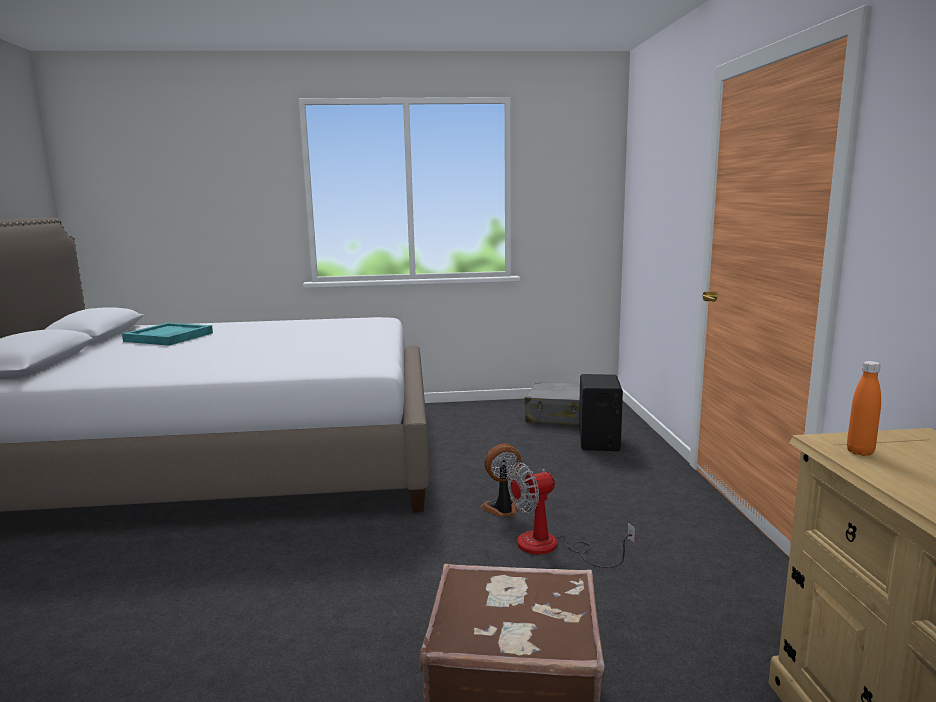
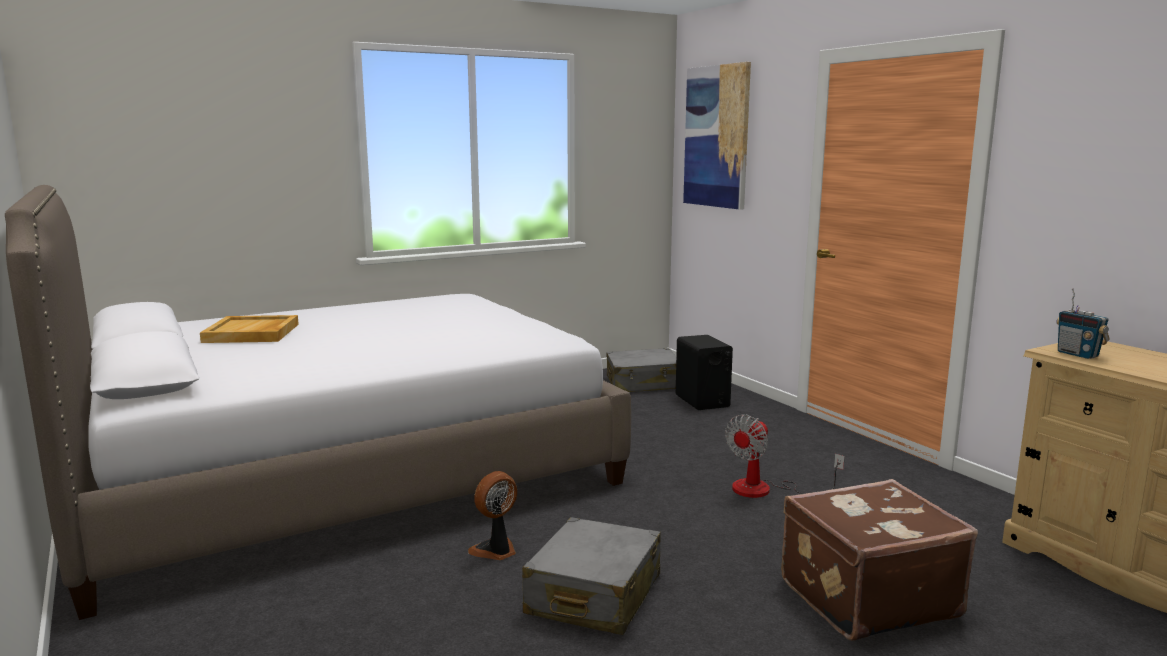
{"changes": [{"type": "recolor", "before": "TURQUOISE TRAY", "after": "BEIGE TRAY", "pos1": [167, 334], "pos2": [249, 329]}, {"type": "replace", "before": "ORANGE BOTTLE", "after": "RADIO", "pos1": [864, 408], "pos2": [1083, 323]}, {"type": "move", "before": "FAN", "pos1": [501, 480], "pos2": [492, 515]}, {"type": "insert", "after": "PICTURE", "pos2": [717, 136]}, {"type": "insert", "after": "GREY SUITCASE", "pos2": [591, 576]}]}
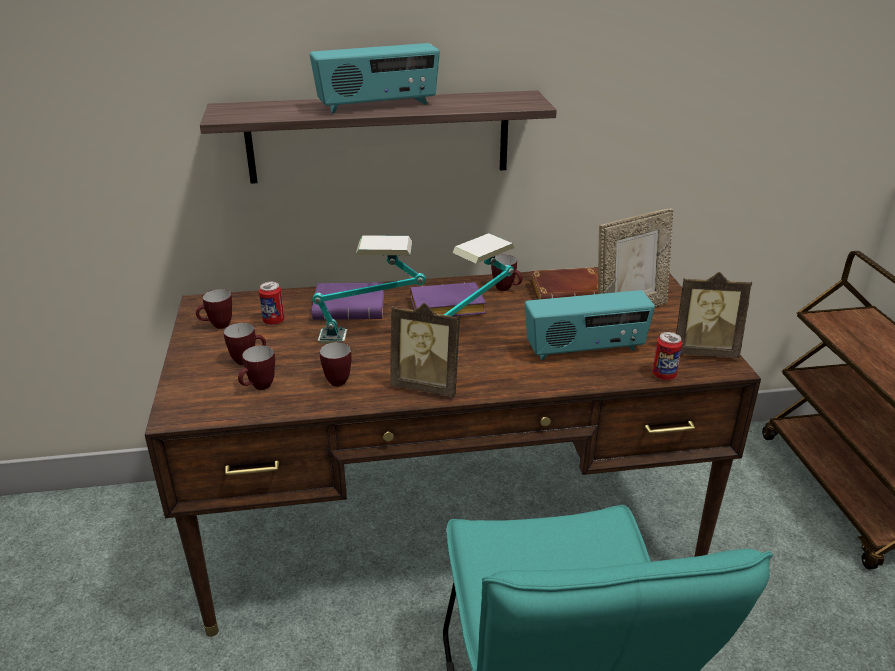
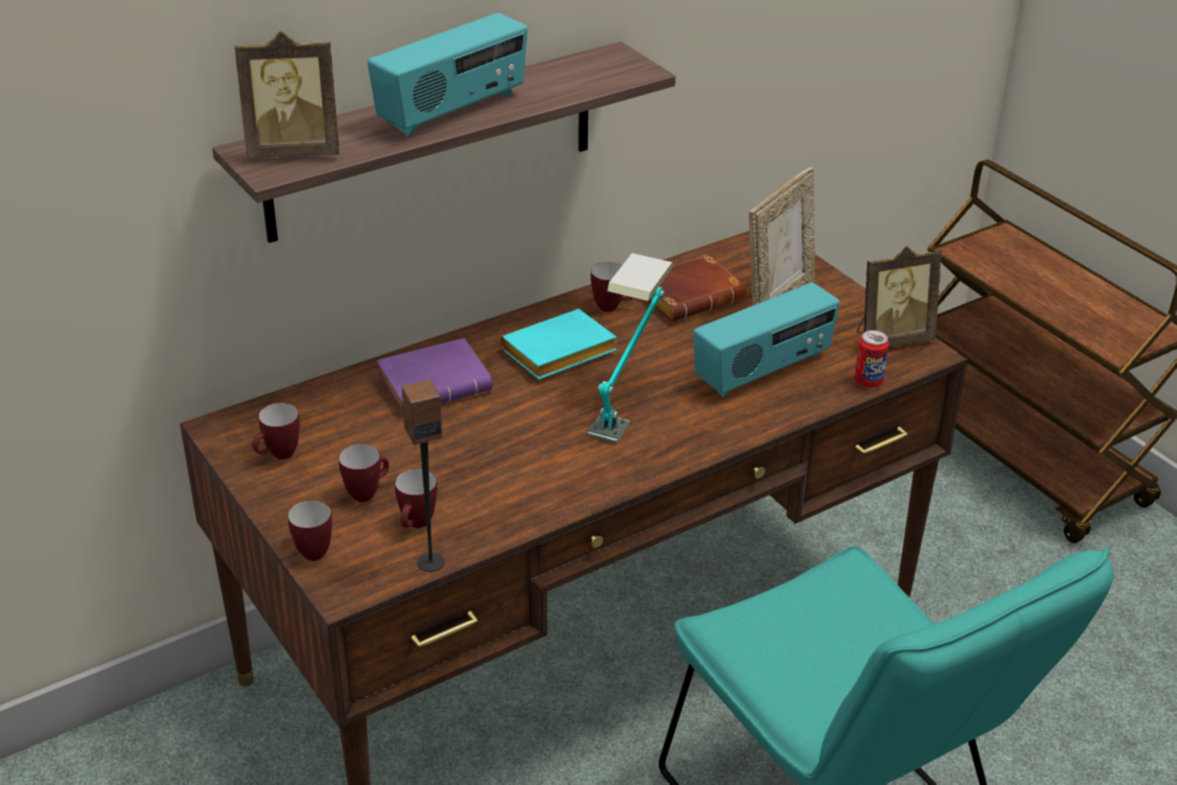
{"changes": [{"type": "delete", "before": "TABLE LAMP", "pos1": [369, 289]}, {"type": "delete", "before": "CAN", "pos1": [272, 303]}, {"type": "recolor", "before": "PURPLE BOOK", "after": "TURQUOISE BOOK", "pos1": [448, 299], "pos2": [559, 344]}, {"type": "move", "before": "PICTURE FRAME", "pos1": [425, 350], "pos2": [287, 95]}, {"type": "move", "before": "MUG", "pos1": [336, 364], "pos2": [310, 530]}, {"type": "insert", "after": "SPEAKER", "pos2": [423, 475]}]}
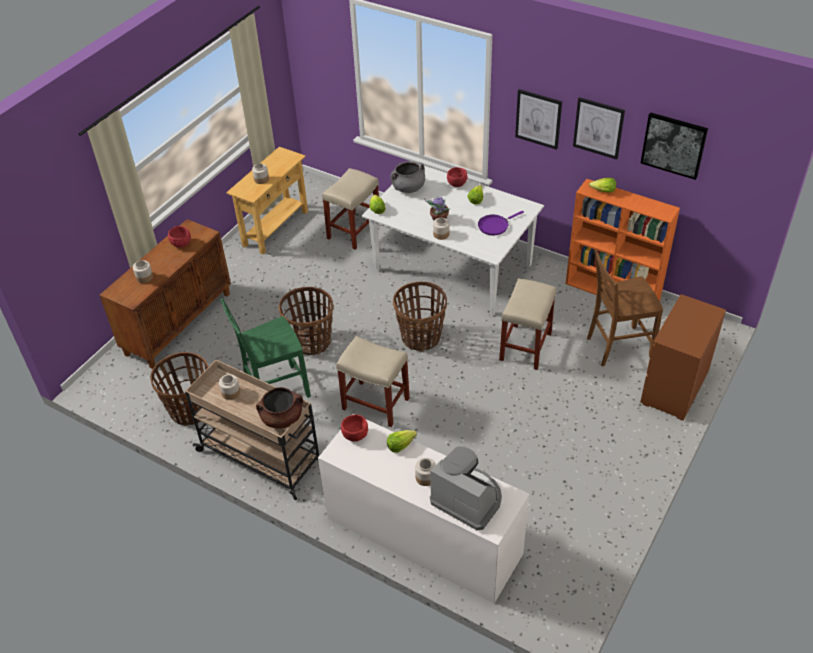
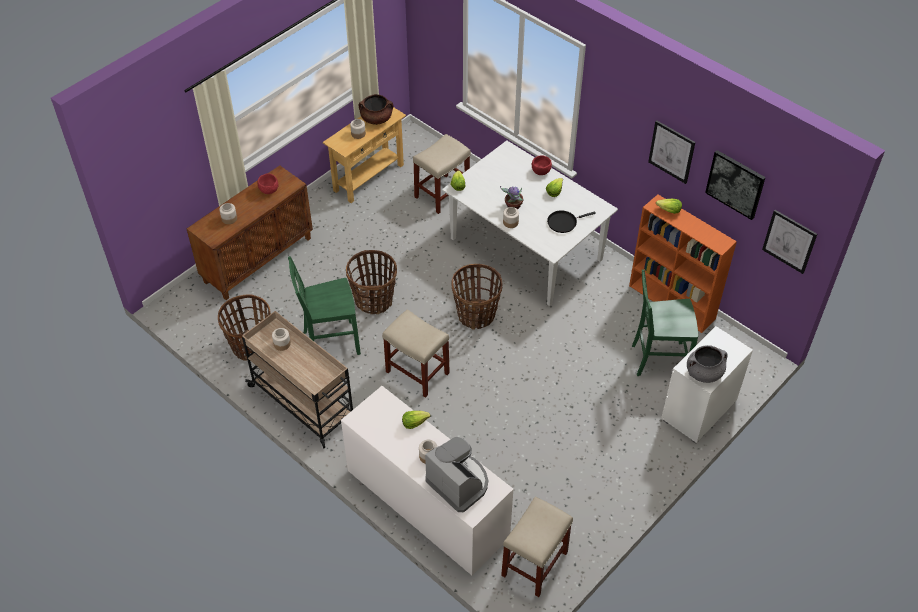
{"changes": [{"type": "move", "before": "PICTURE", "pos1": [538, 119], "pos2": [789, 242]}, {"type": "move", "before": "GREY COOKING POT", "pos1": [407, 177], "pos2": [707, 364]}, {"type": "recolor", "before": "PURPLE FRYING PAN", "after": "BLACK FRYING PAN", "pos1": [501, 223], "pos2": [571, 221]}, {"type": "recolor", "before": "BROWN CHAIR", "after": "GREEN CHAIR", "pos1": [625, 308], "pos2": [665, 323]}, {"type": "move", "before": "BEIGE STOOL", "pos1": [527, 324], "pos2": [537, 547]}, {"type": "recolor", "before": "BROWN DRESSER", "after": "WHITE DRESSER", "pos1": [683, 357], "pos2": [707, 385]}, {"type": "move", "before": "BROWN COOKING POT", "pos1": [279, 408], "pos2": [376, 109]}, {"type": "delete", "before": "RED BOWL", "pos1": [354, 427]}]}
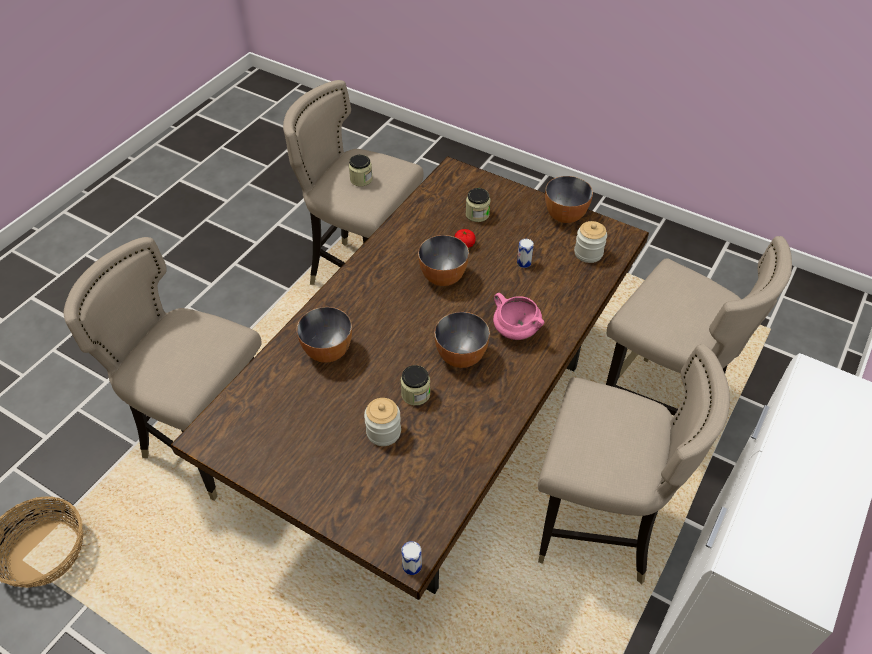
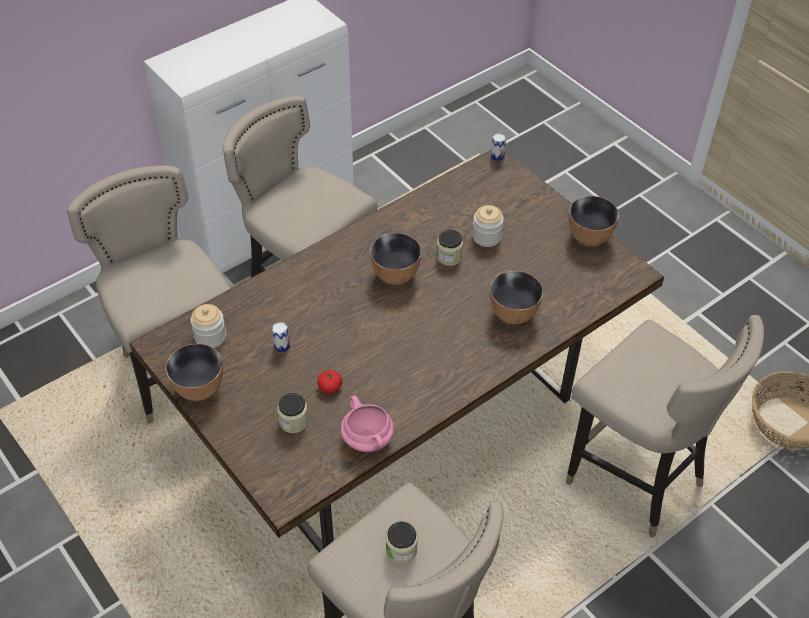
{"changes": [{"type": "move", "before": "BOWL", "pos1": [443, 260], "pos2": [594, 221]}, {"type": "move", "before": "PINK COOKING POT", "pos1": [518, 316], "pos2": [367, 423]}]}
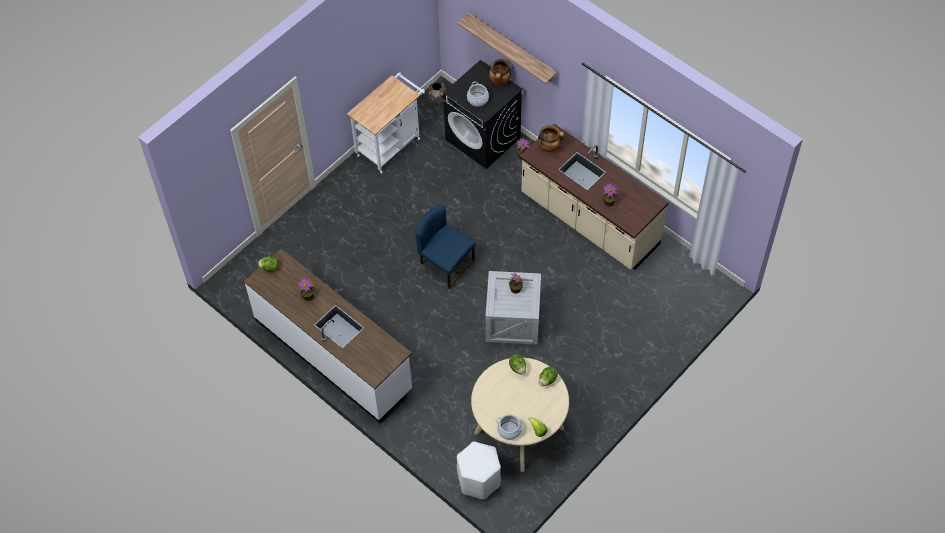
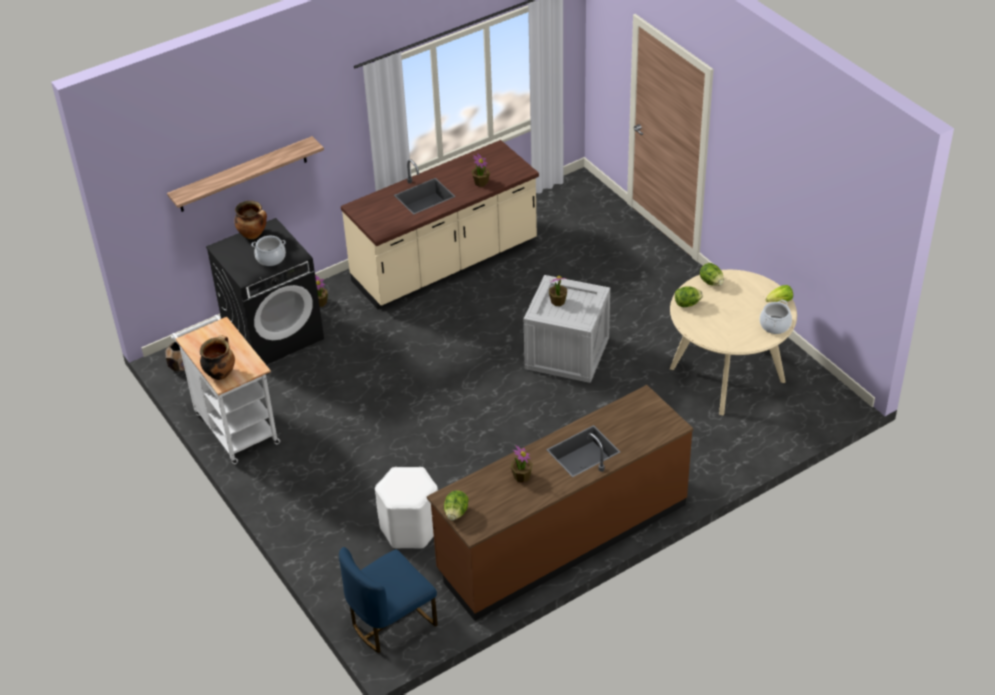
{"changes": [{"type": "move", "before": "COOKING POT", "pos1": [551, 138], "pos2": [217, 357]}, {"type": "move", "before": "BLUE CHAIR", "pos1": [446, 247], "pos2": [388, 600]}, {"type": "recolor", "before": "WHITE COUNTER", "after": "BROWN COUNTER", "pos1": [328, 336], "pos2": [560, 503]}, {"type": "move", "before": "WHITE STOOL", "pos1": [479, 470], "pos2": [406, 508]}]}
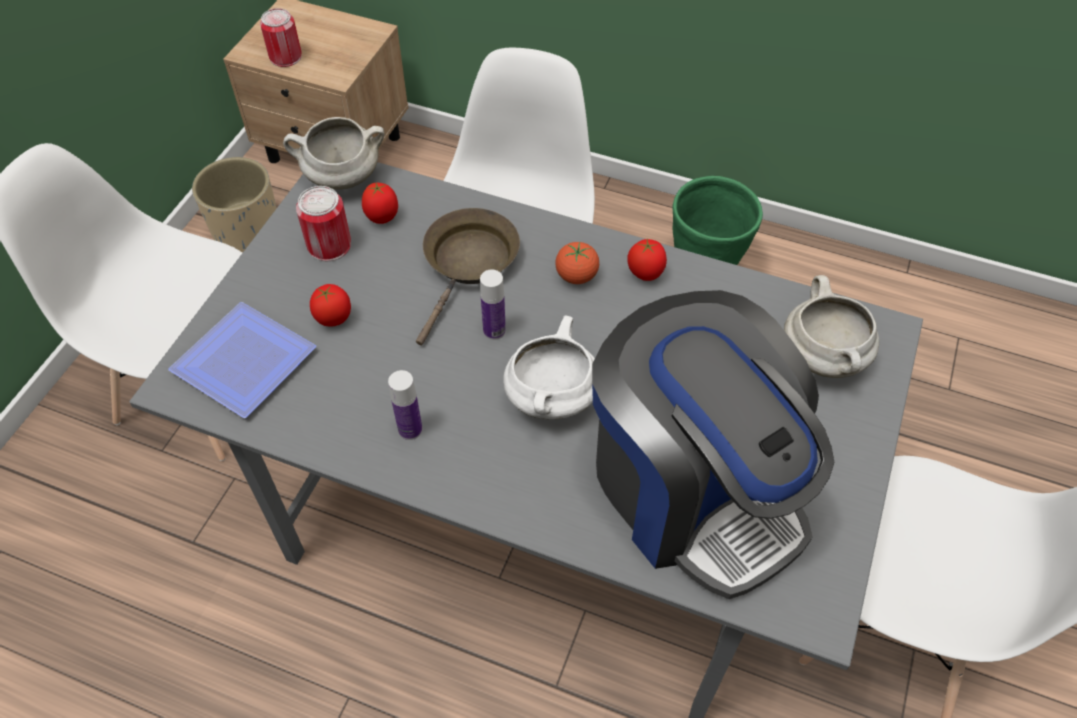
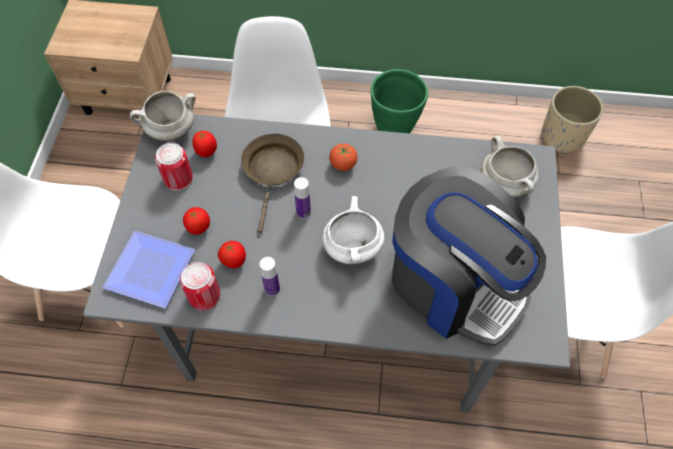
{"changes": [{"type": "move", "before": "CAN", "pos1": [280, 37], "pos2": [200, 286]}, {"type": "move", "before": "BEIGE PLANTER", "pos1": [234, 205], "pos2": [572, 120]}, {"type": "move", "before": "TOMATO", "pos1": [647, 260], "pos2": [232, 254]}]}
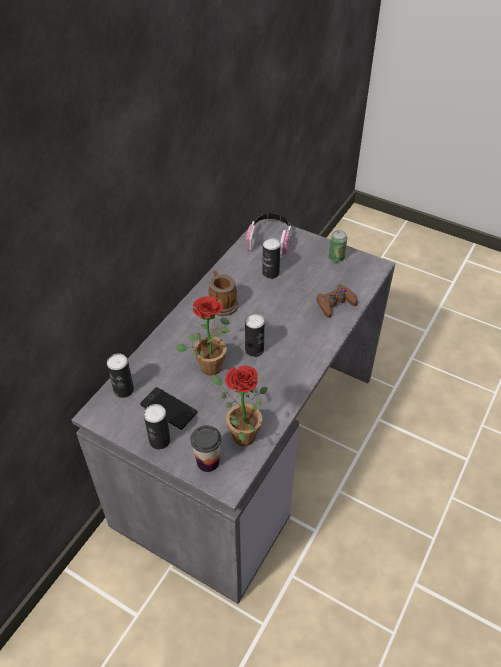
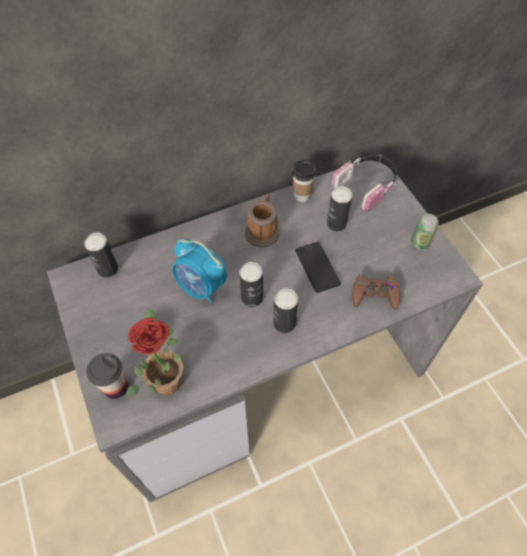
{"changes": [{"type": "replace", "before": "POTTED PLANT", "after": "ALARM CLOCK", "pos1": [203, 335], "pos2": [199, 271]}, {"type": "move", "before": "PHONE", "pos1": [168, 408], "pos2": [318, 267]}, {"type": "move", "before": "CAN", "pos1": [157, 426], "pos2": [285, 310]}, {"type": "insert", "after": "CUP", "pos2": [304, 181]}]}
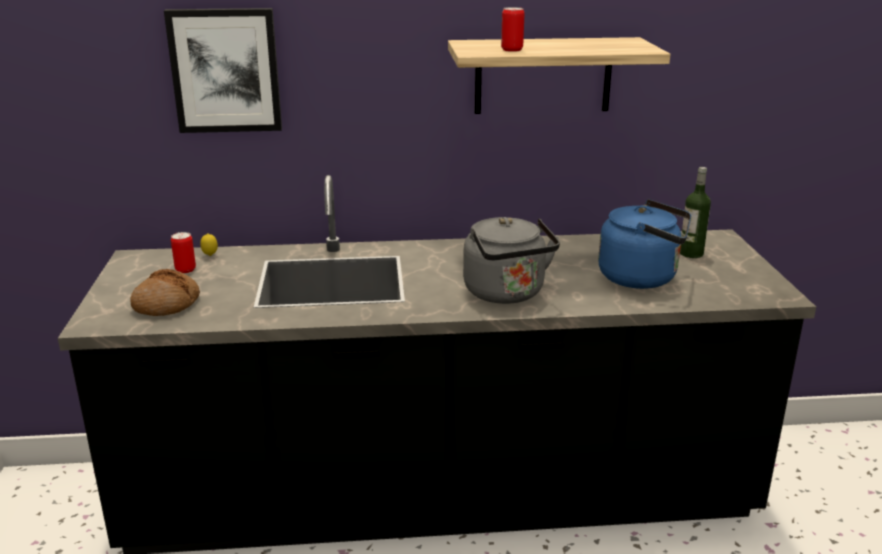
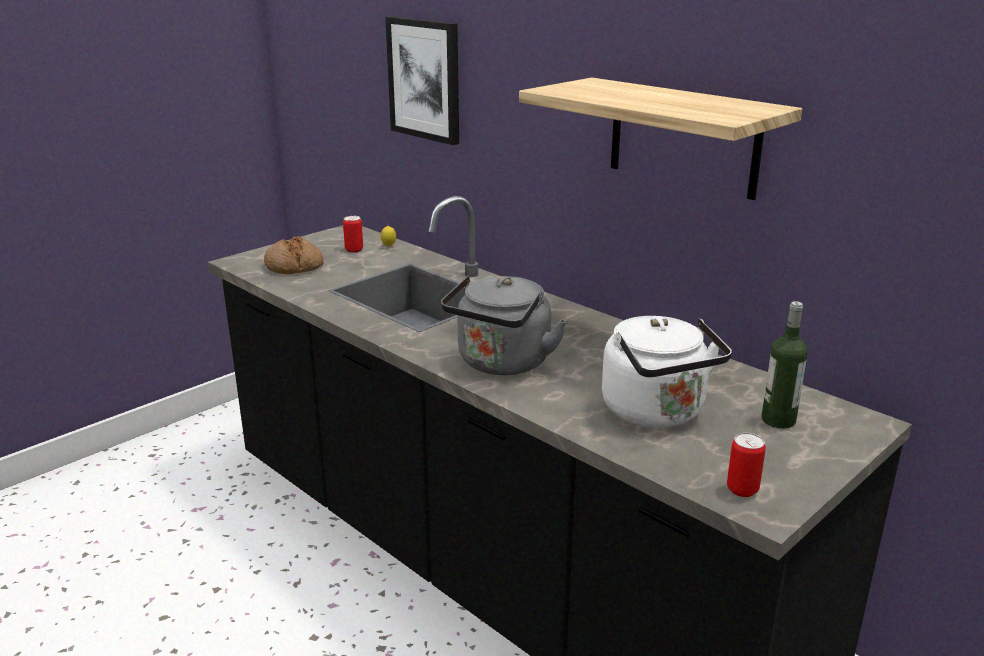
{"changes": [{"type": "move", "before": "CAN", "pos1": [513, 29], "pos2": [746, 465]}, {"type": "recolor", "before": "BLUE KETTLE", "after": "WHITE KETTLE", "pos1": [644, 244], "pos2": [667, 372]}]}
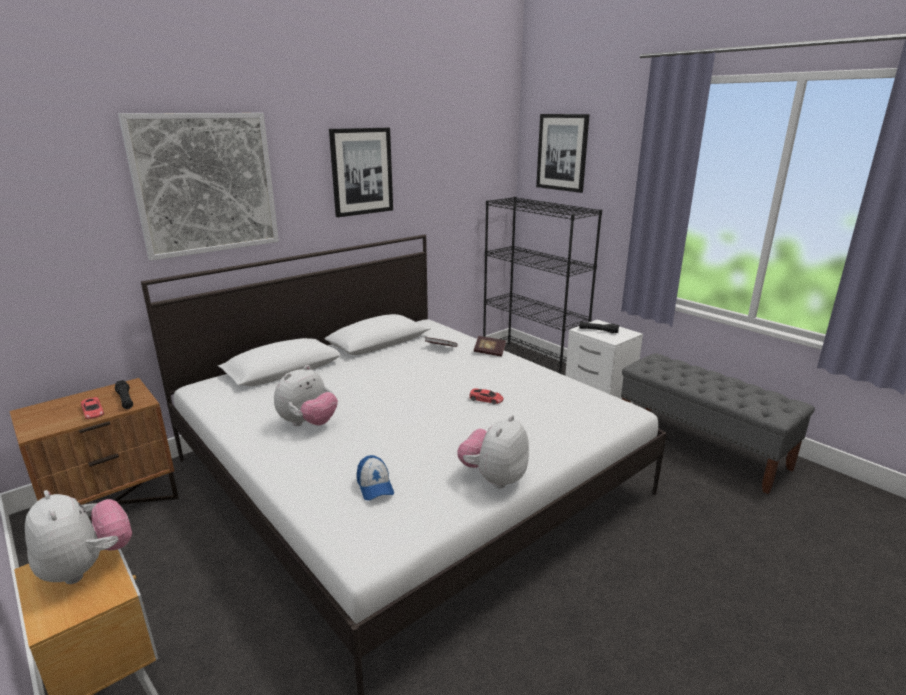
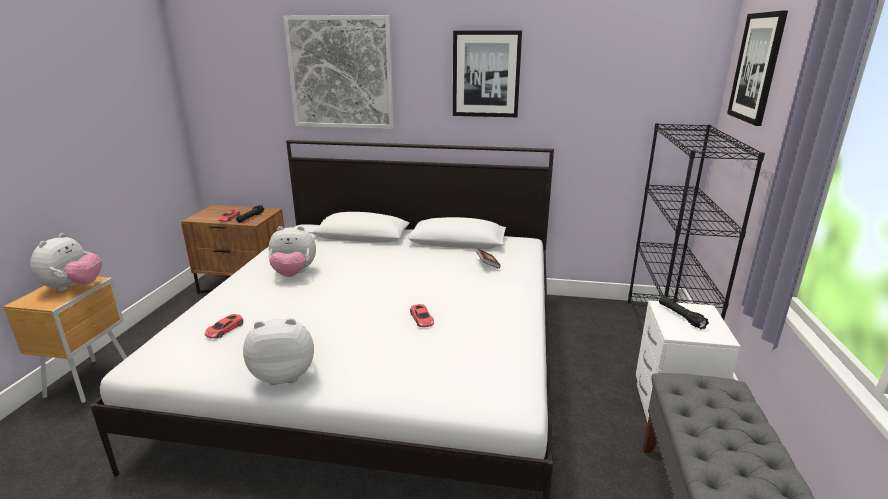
{"changes": [{"type": "delete", "before": "BOOK", "pos1": [490, 346]}, {"type": "replace", "before": "CAP", "after": "RED TOY CAR", "pos1": [375, 478], "pos2": [224, 326]}]}
